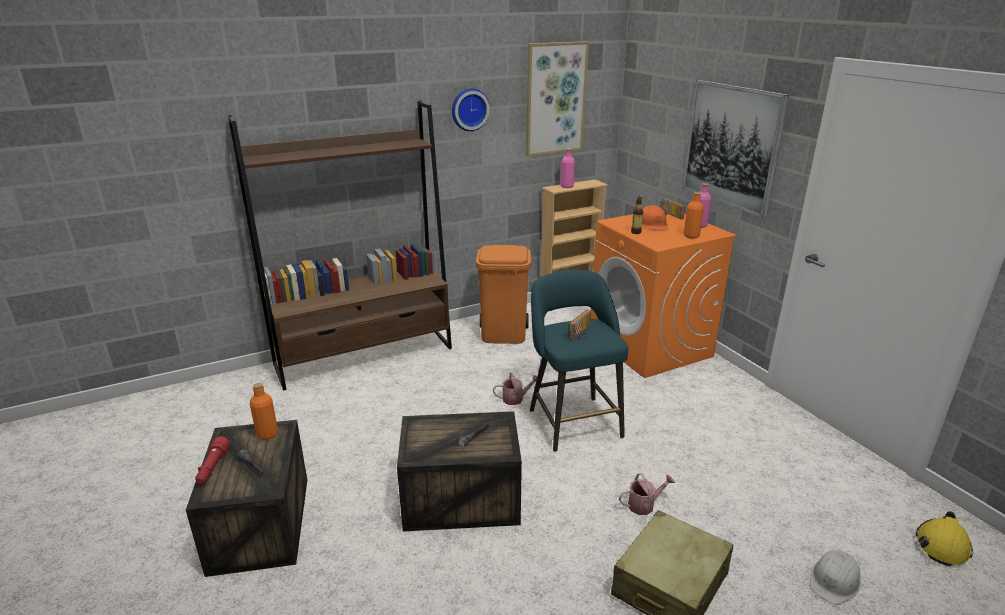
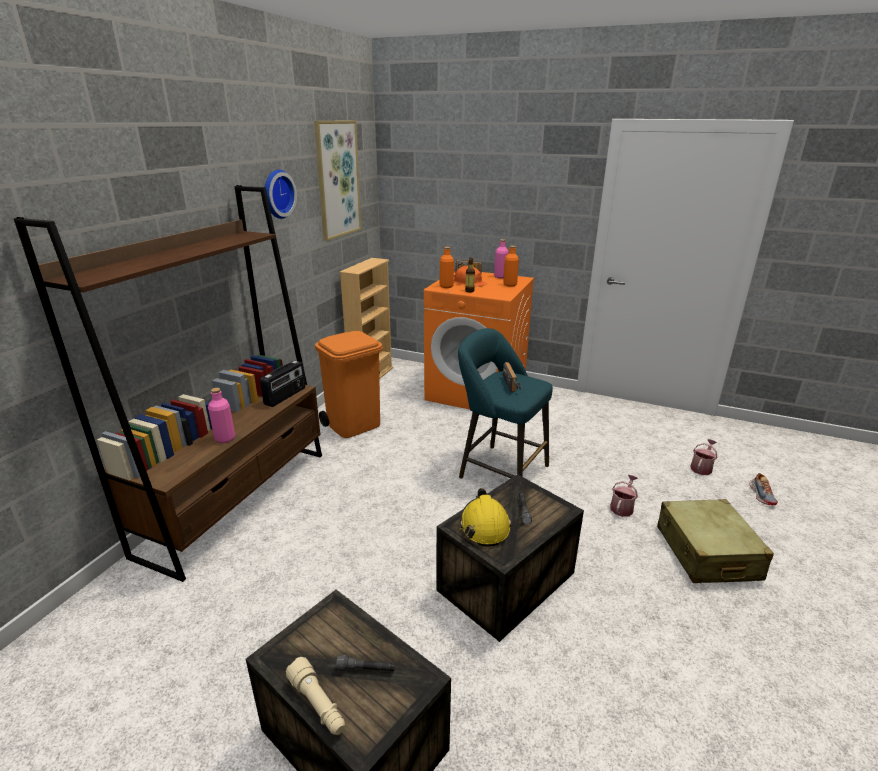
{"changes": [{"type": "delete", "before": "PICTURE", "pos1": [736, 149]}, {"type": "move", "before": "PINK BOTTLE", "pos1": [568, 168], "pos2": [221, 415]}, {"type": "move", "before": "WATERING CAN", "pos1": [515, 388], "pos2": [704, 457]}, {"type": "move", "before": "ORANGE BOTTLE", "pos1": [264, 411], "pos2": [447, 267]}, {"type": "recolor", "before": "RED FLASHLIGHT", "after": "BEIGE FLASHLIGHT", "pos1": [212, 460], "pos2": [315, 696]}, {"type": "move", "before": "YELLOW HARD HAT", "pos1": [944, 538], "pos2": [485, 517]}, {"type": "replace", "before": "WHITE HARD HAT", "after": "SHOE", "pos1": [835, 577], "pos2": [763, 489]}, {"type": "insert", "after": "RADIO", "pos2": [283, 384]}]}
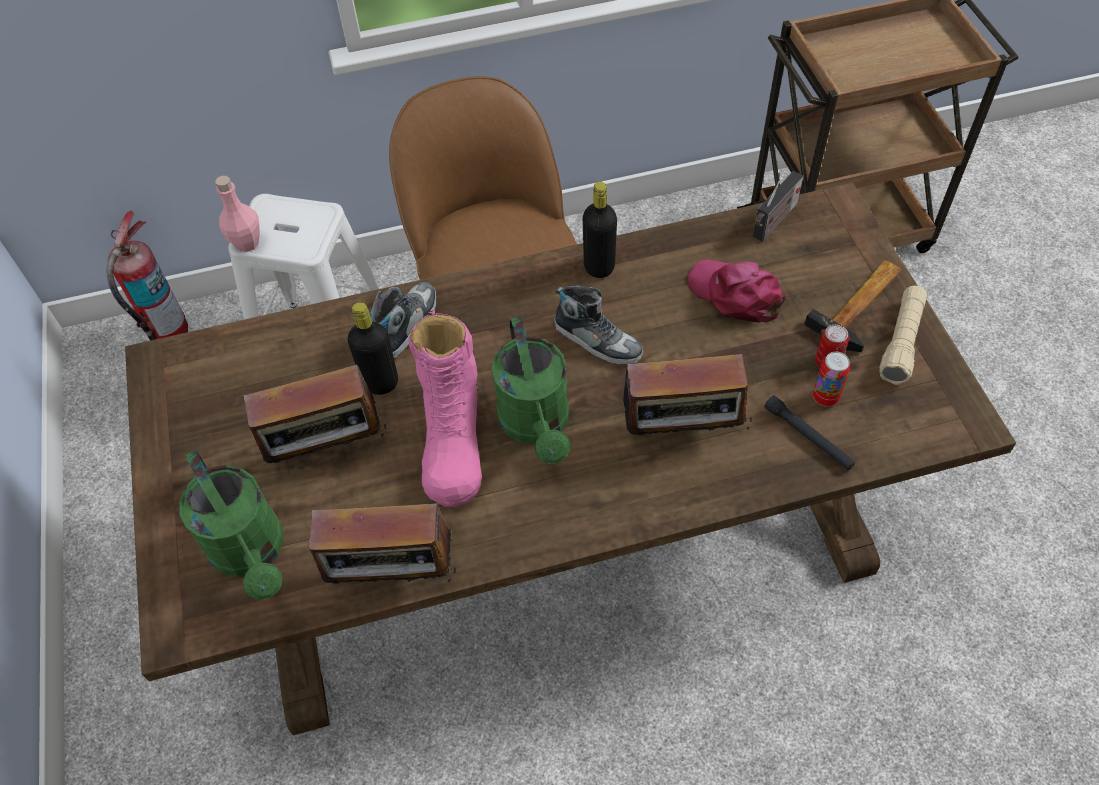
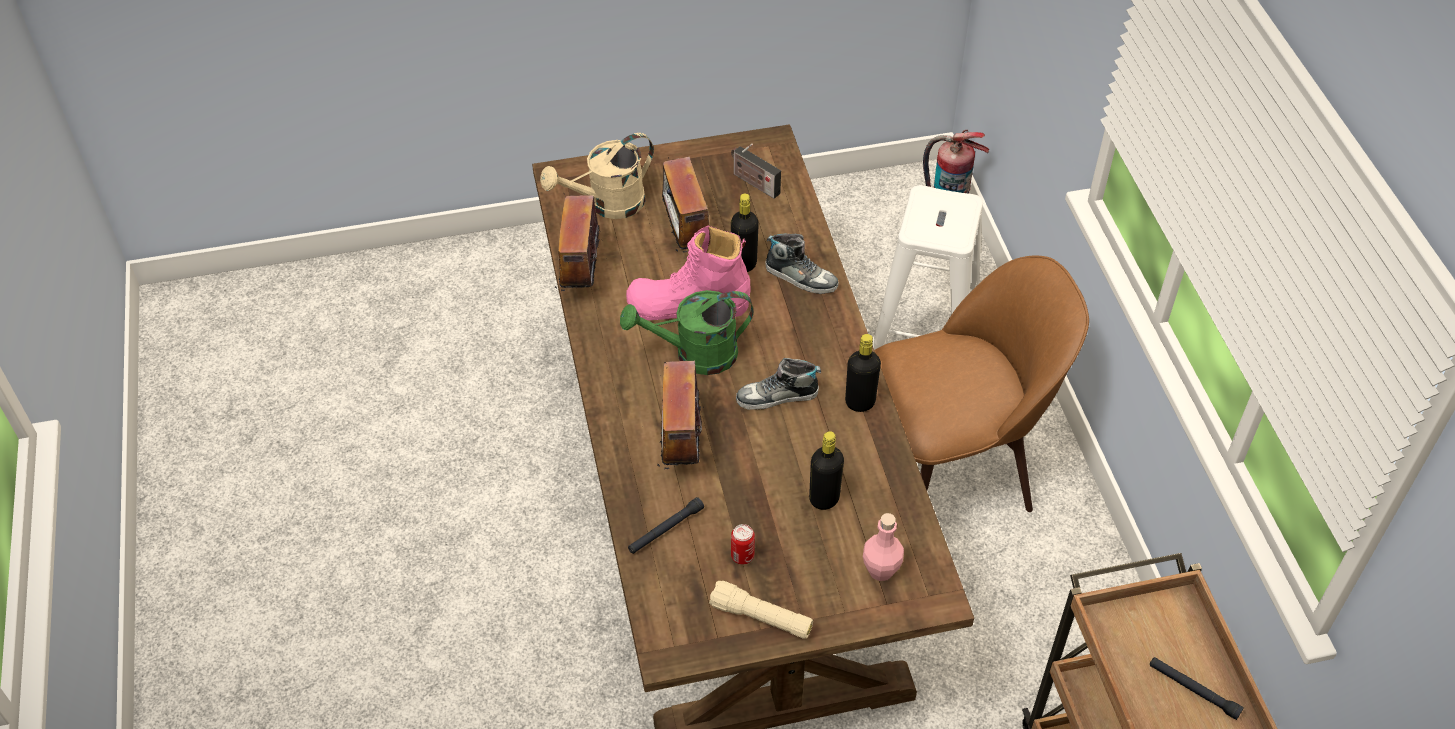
{"changes": [{"type": "move", "before": "RADIO", "pos1": [778, 206], "pos2": [756, 171]}, {"type": "move", "before": "PINK BOTTLE", "pos1": [238, 214], "pos2": [883, 547]}, {"type": "replace", "before": "PINK CAP", "after": "BLACK BOTTLE", "pos1": [737, 291], "pos2": [826, 470]}, {"type": "delete", "before": "HAMMER", "pos1": [852, 306]}, {"type": "rotate", "before": "SHOE", "pos1": [598, 325], "pos2": [778, 384], "turn": 45}, {"type": "delete", "before": "CAN", "pos1": [831, 379]}, {"type": "recolor", "before": "GREEN WATERING CAN", "after": "BEIGE WATERING CAN", "pos1": [231, 525], "pos2": [597, 176]}, {"type": "insert", "after": "BLACK FLASHLIGHT", "pos2": [1197, 688]}]}
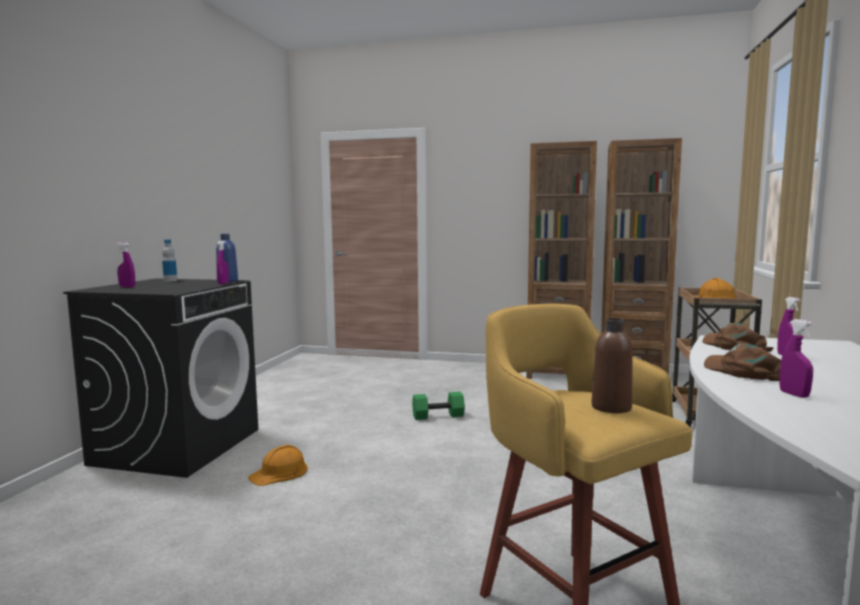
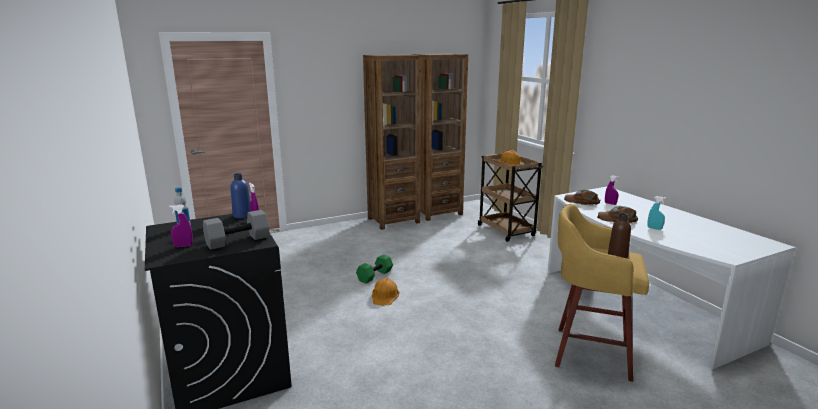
{"changes": [{"type": "recolor", "before": "PURPLE SPRAY BOTTLE", "after": "TURQUOISE SPRAY BOTTLE", "pos1": [796, 358], "pos2": [657, 213]}, {"type": "move", "before": "ORANGE HARD HAT", "pos1": [278, 465], "pos2": [386, 291]}, {"type": "insert", "after": "GREY DUMBBELL", "pos2": [236, 230]}]}
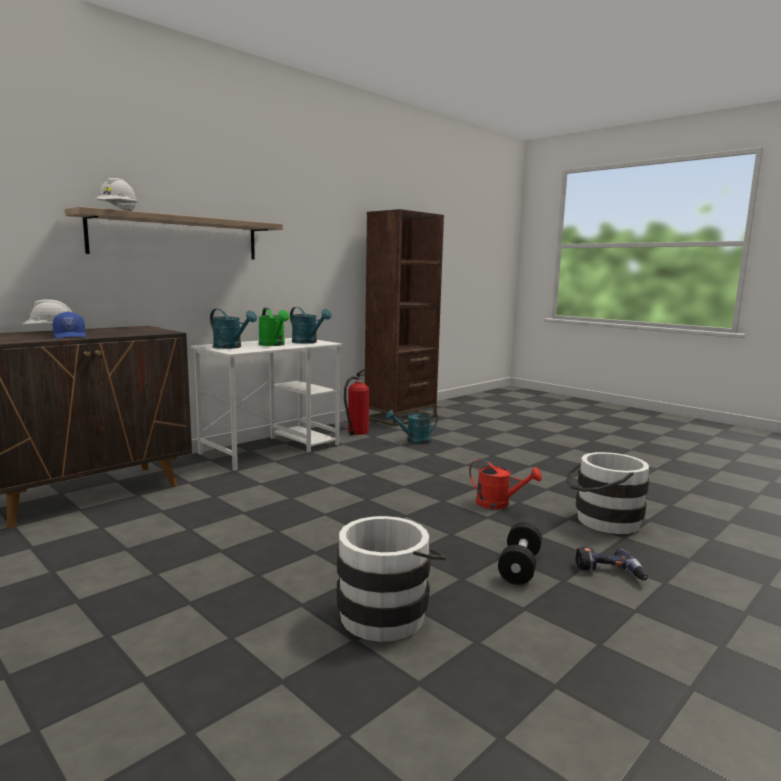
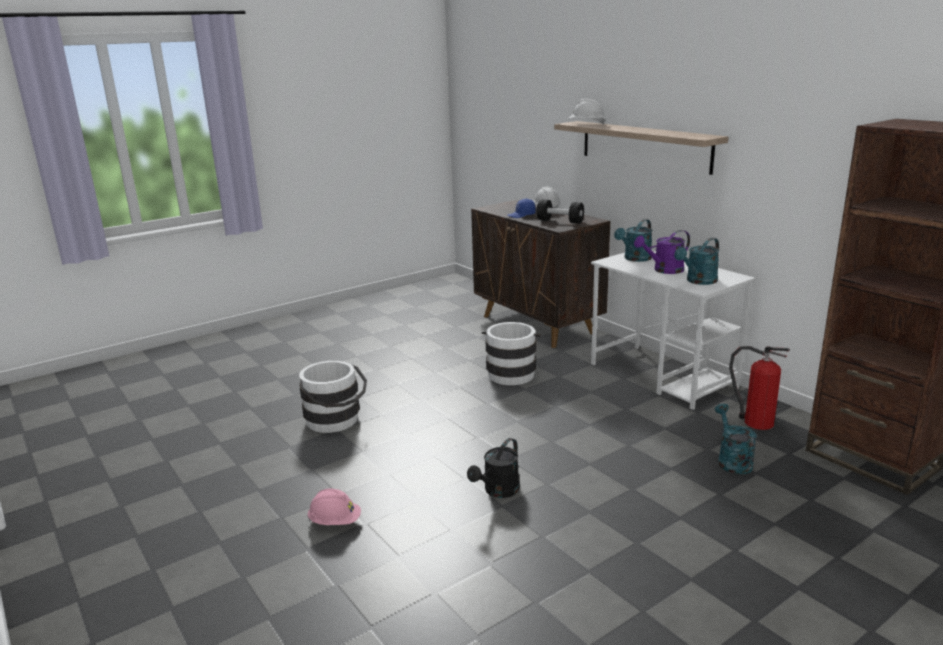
{"changes": [{"type": "recolor", "before": "GREEN WATERING CAN", "after": "PURPLE WATERING CAN", "pos1": [274, 327], "pos2": [662, 252]}, {"type": "move", "before": "WHITE BUCKET", "pos1": [607, 493], "pos2": [511, 353]}, {"type": "recolor", "before": "RED WATERING CAN", "after": "BLACK WATERING CAN", "pos1": [505, 484], "pos2": [493, 468]}, {"type": "move", "before": "BLACK DUMBBELL", "pos1": [520, 553], "pos2": [560, 211]}, {"type": "replace", "before": "POWER DRILL", "after": "PINK HARD HAT", "pos1": [611, 563], "pos2": [334, 506]}]}
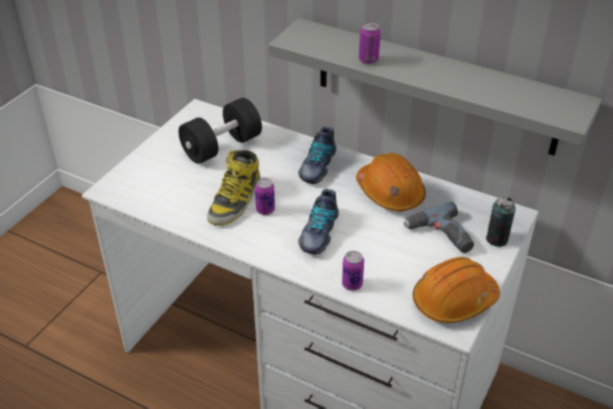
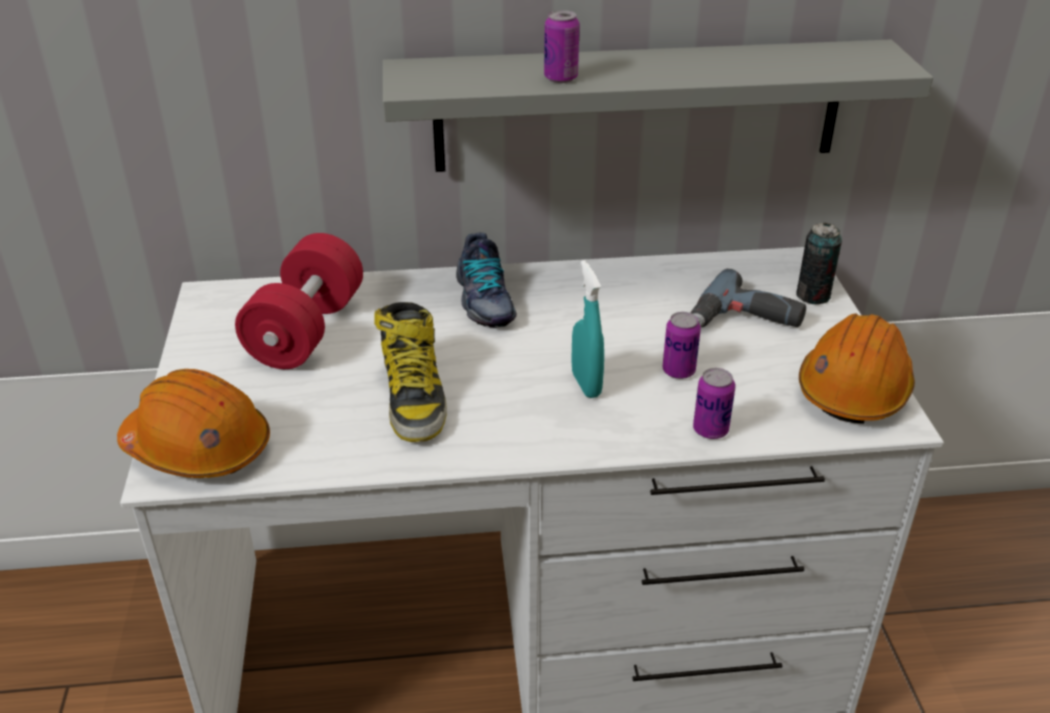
{"changes": [{"type": "recolor", "before": "BLACK DUMBBELL", "after": "RED DUMBBELL", "pos1": [220, 131], "pos2": [299, 301]}, {"type": "move", "before": "ORANGE HARD HAT", "pos1": [391, 182], "pos2": [193, 423]}, {"type": "move", "before": "CAN", "pos1": [265, 196], "pos2": [682, 345]}, {"type": "replace", "before": "SHOE", "after": "TURQUOISE SPRAY BOTTLE", "pos1": [318, 222], "pos2": [587, 329]}]}
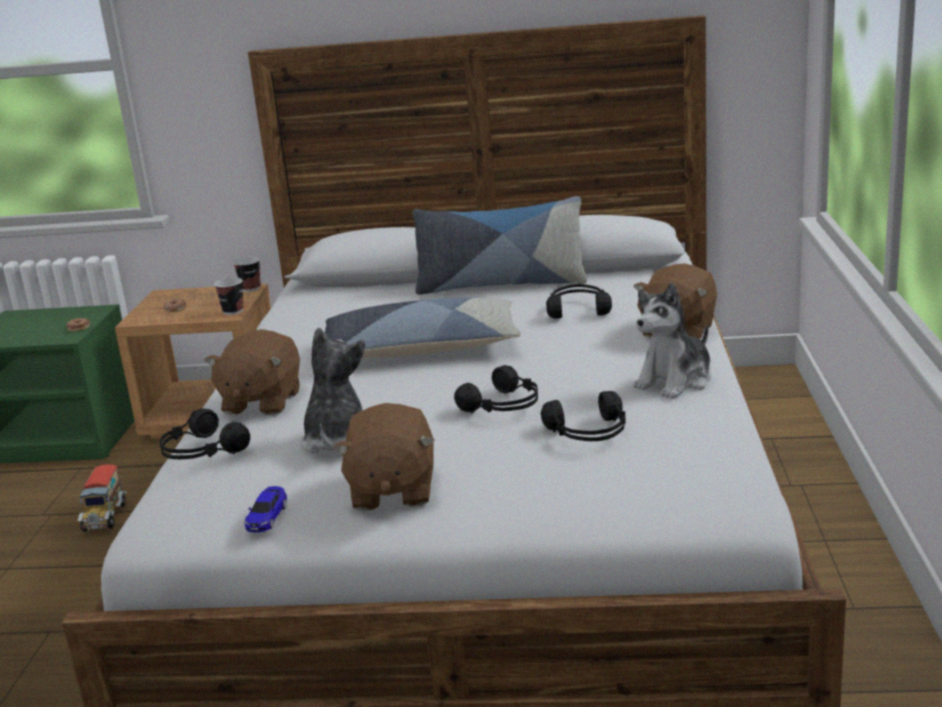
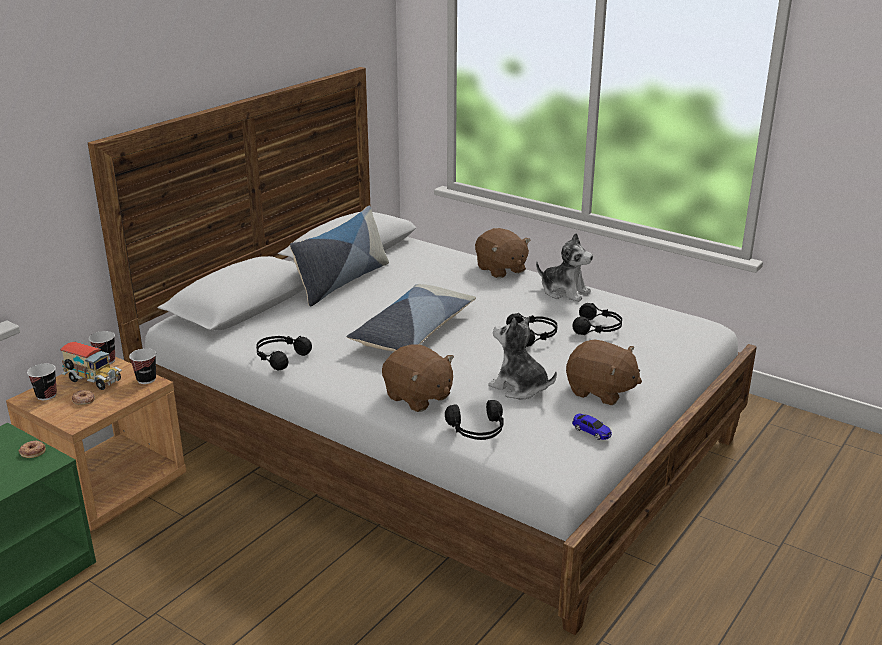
{"changes": [{"type": "rotate", "before": "PLUSH TOY", "pos1": [672, 340], "pos2": [564, 267], "turn": -45}, {"type": "move", "before": "BLACK HEADPHONES", "pos1": [579, 301], "pos2": [284, 353]}, {"type": "move", "before": "TOY TRUCK", "pos1": [102, 498], "pos2": [91, 366]}, {"type": "insert", "after": "CUP", "pos2": [42, 382]}]}
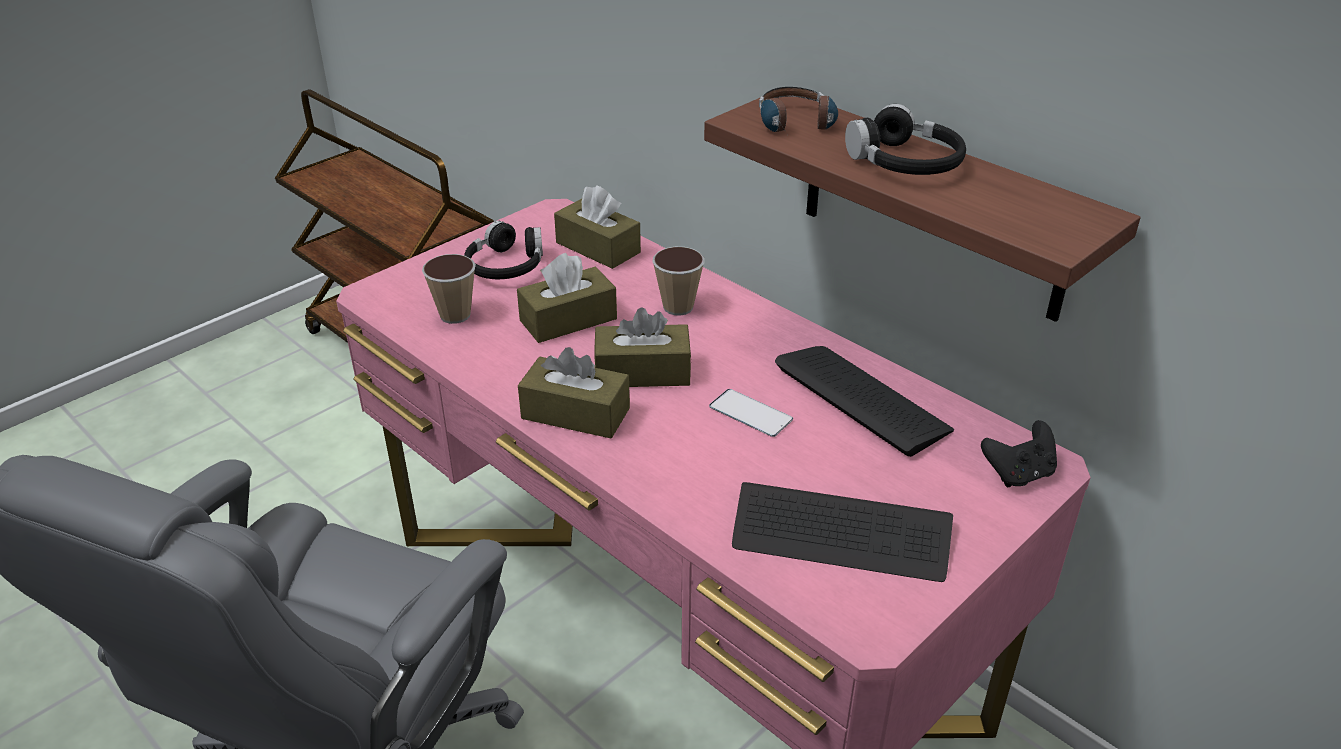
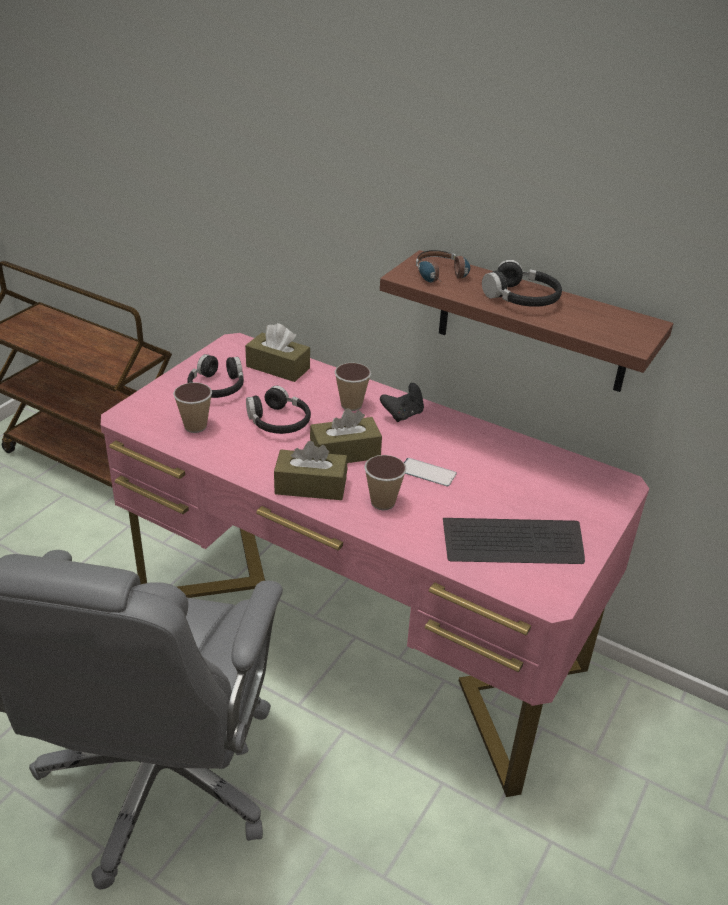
{"changes": [{"type": "replace", "before": "BROWN TISSUE BOX", "after": "BLACK HEADPHONES", "pos1": [567, 298], "pos2": [278, 410]}, {"type": "delete", "before": "KEYBOARD", "pos1": [864, 401]}, {"type": "move", "before": "BLACK GAME CONTROLLER", "pos1": [1019, 453], "pos2": [402, 402]}, {"type": "insert", "after": "CUP", "pos2": [385, 482]}]}
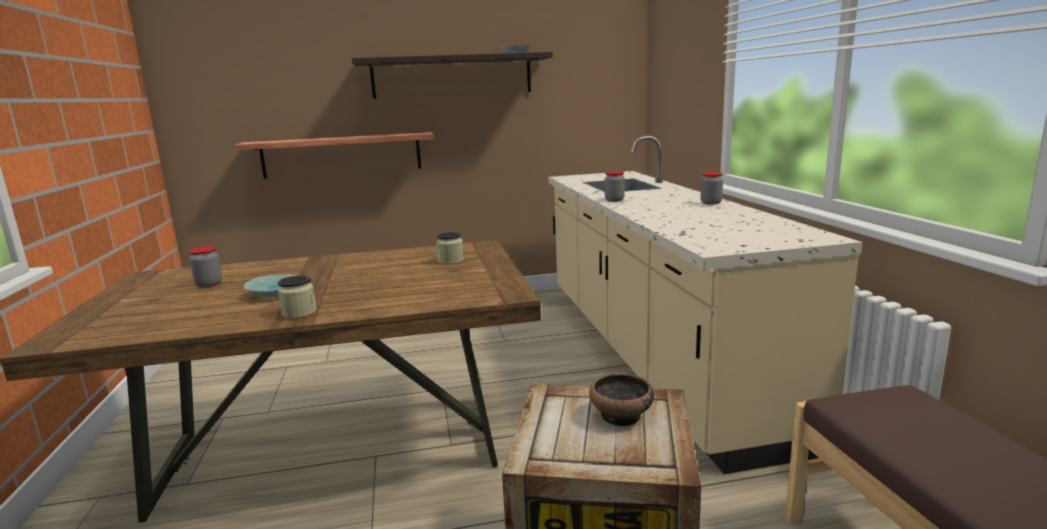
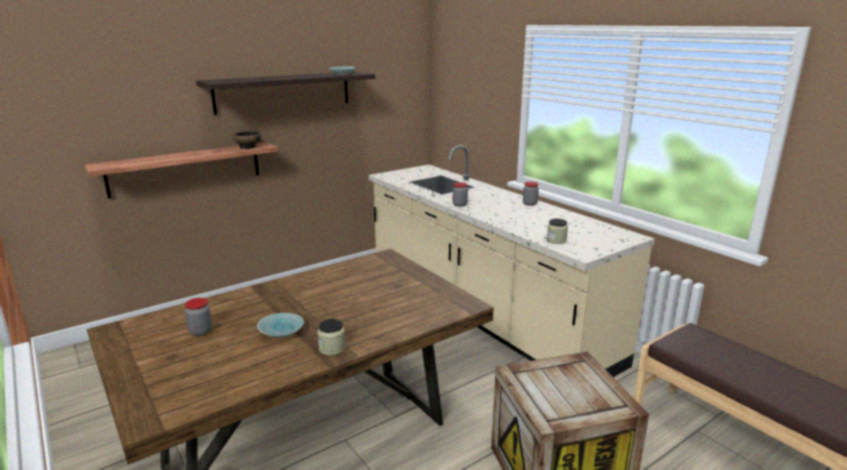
{"changes": [{"type": "move", "before": "JAR", "pos1": [450, 248], "pos2": [557, 231]}, {"type": "move", "before": "BOWL", "pos1": [621, 400], "pos2": [247, 140]}]}
